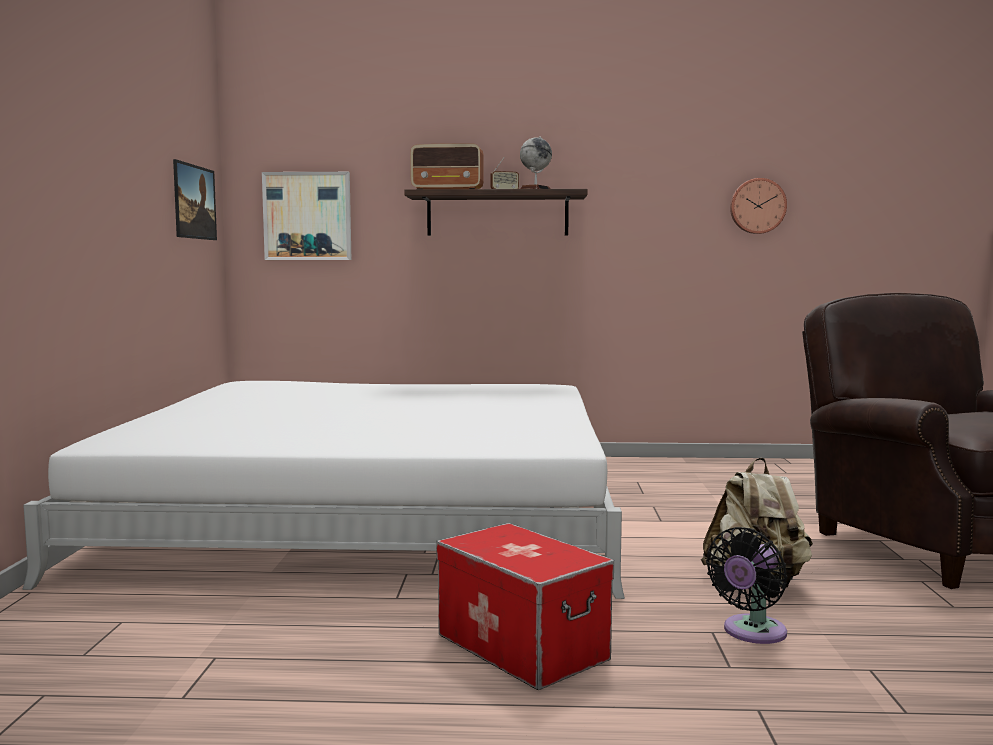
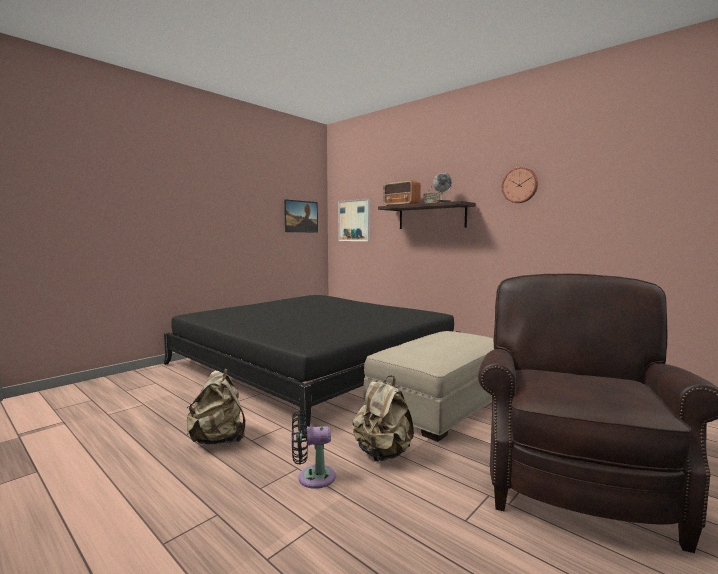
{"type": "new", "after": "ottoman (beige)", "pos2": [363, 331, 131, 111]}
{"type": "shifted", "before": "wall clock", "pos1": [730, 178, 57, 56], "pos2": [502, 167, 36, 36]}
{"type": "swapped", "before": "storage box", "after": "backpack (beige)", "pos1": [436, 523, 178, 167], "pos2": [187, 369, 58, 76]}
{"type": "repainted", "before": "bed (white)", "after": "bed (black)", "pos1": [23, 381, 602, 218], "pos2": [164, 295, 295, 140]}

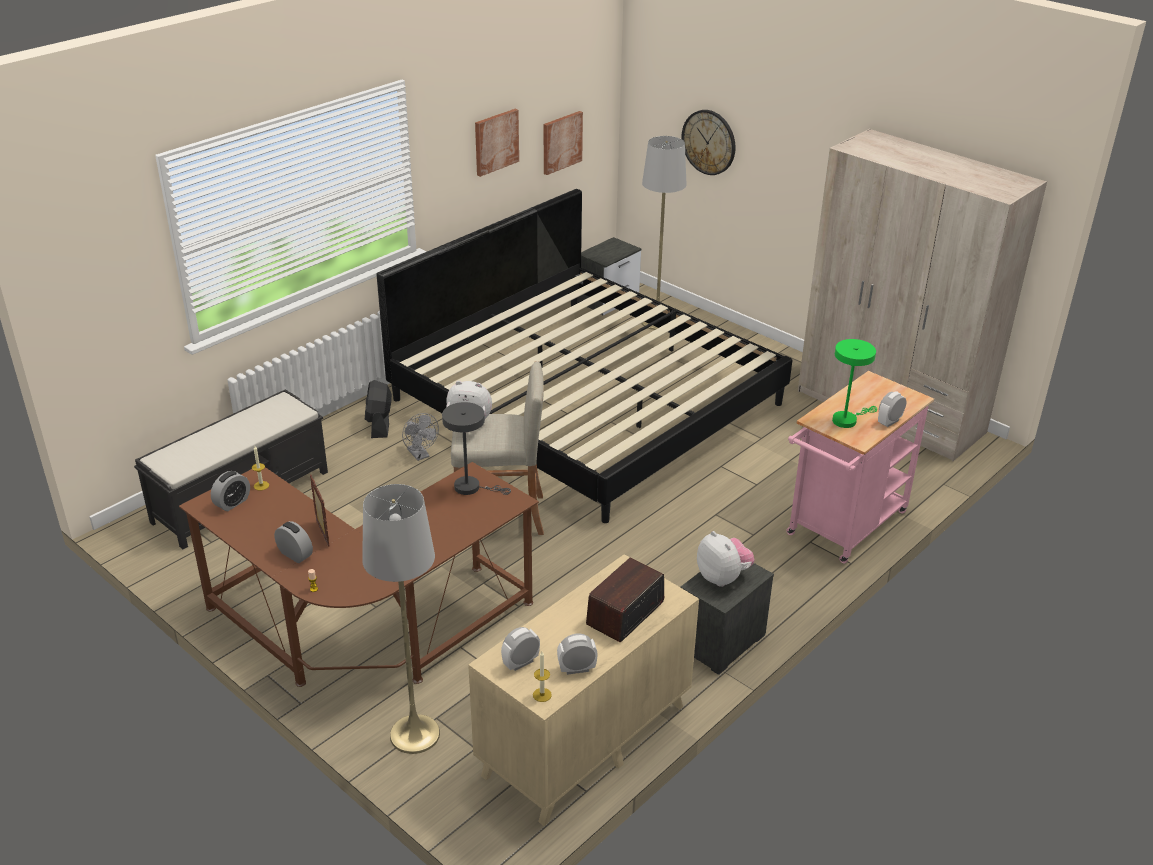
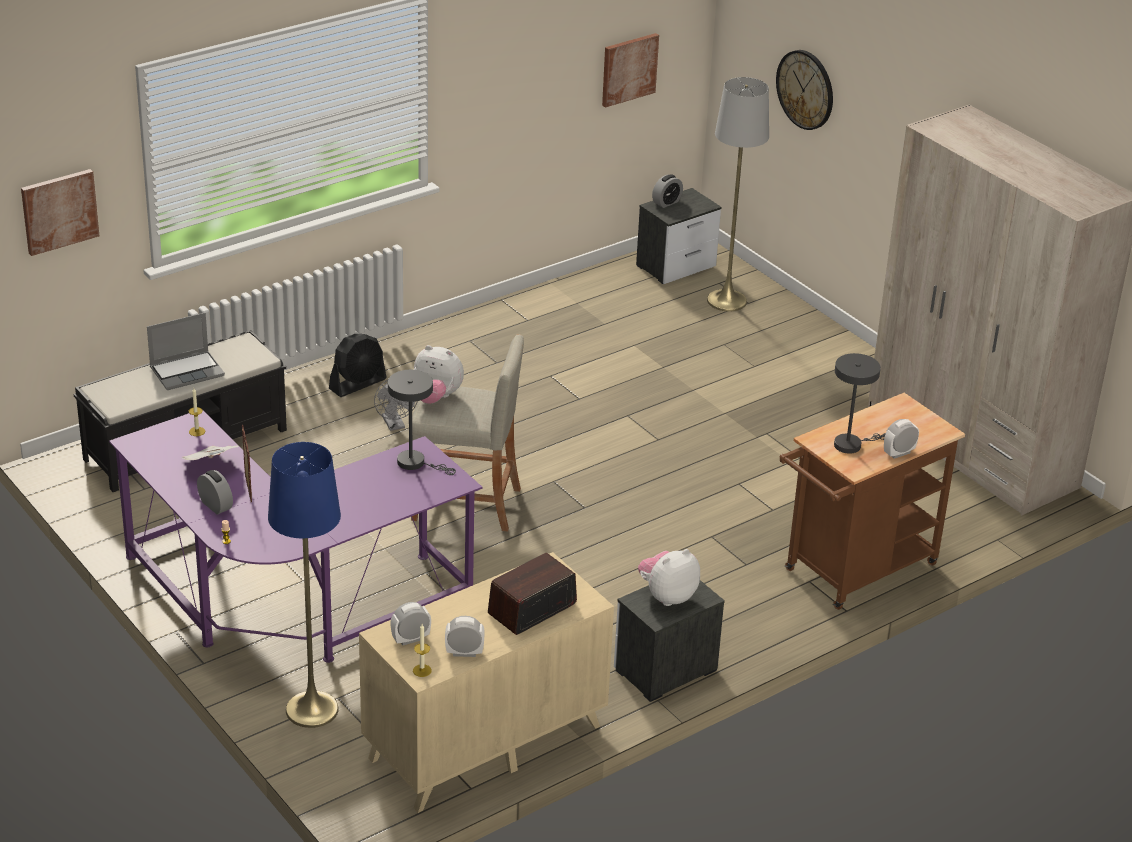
{"type": "gone", "before": "bed", "pos1": [377, 189, 415, 334]}
{"type": "new", "after": "laptop", "pos2": [147, 313, 78, 77]}
{"type": "new", "after": "newspaper", "pos2": [183, 446, 56, 14]}
{"type": "shifted", "before": "alarm clock", "pos1": [211, 471, 39, 40], "pos2": [652, 174, 31, 34]}
{"type": "shifted", "before": "picture", "pos1": [475, 109, 44, 68], "pos2": [21, 169, 78, 87]}
{"type": "repainted", "before": "desk (brown)", "after": "desk (purple)", "pos1": [179, 462, 360, 225], "pos2": [109, 411, 373, 252]}
{"type": "repainted", "before": "floor lamp (grey)", "after": "floor lamp (blue)", "pos1": [362, 484, 78, 270], "pos2": [268, 442, 73, 286]}
{"type": "repainted", "before": "cart (pink)", "after": "cart (brown)", "pos1": [786, 371, 148, 192], "pos2": [780, 393, 185, 217]}
{"type": "repainted", "before": "table lamp (green)", "after": "table lamp (grey)", "pos1": [832, 339, 45, 89], "pos2": [834, 353, 52, 101]}
{"type": "rotated", "before": "fan (black)", "pos1": [365, 380, 27, 58], "pos2": [329, 334, 58, 63], "turn": -135}
{"type": "rotated", "before": "plush toy", "pos1": [697, 531, 58, 56], "pos2": [638, 549, 62, 57], "turn": -105}

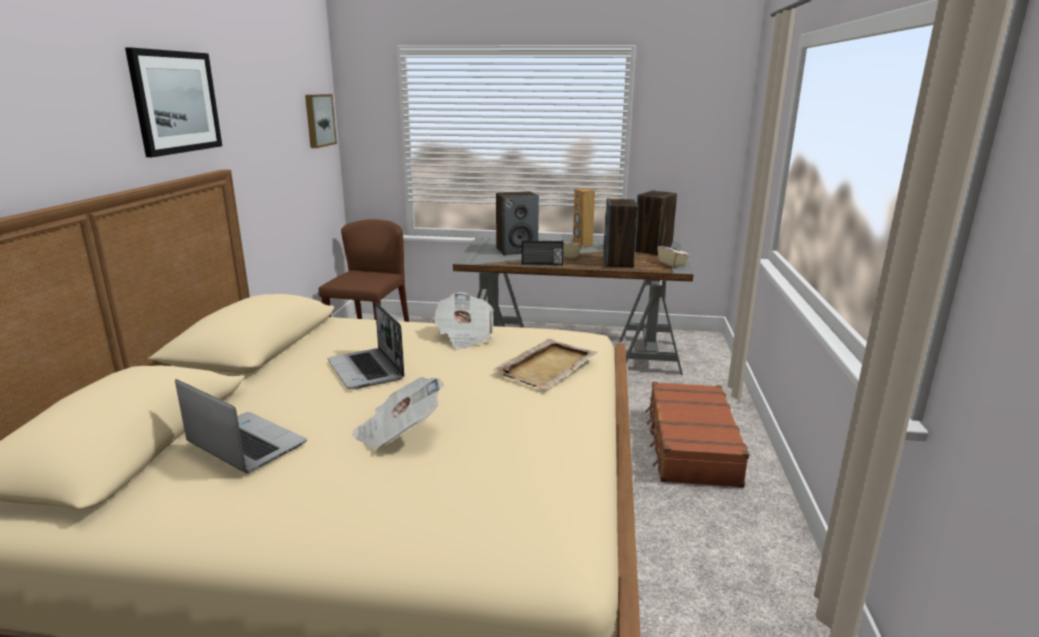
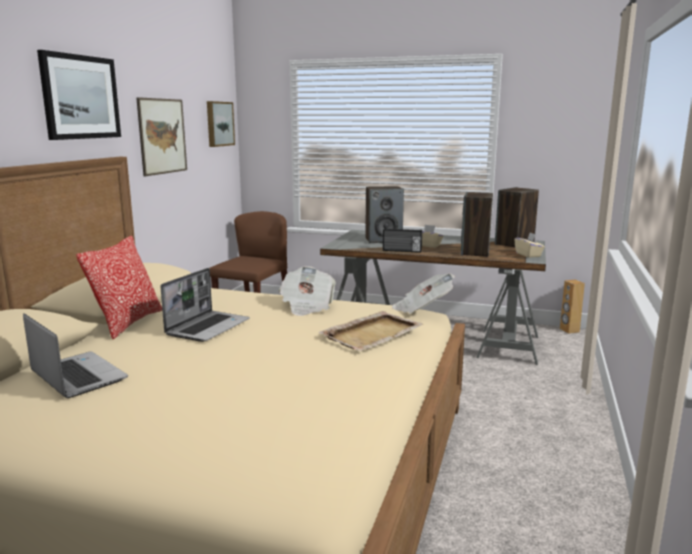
{"type": "gone", "before": "suitcase (brown)", "pos1": [645, 382, 104, 106]}
{"type": "new", "after": "pillow", "pos2": [76, 236, 86, 103]}
{"type": "new", "after": "picture", "pos2": [136, 97, 51, 79]}
{"type": "shifted", "before": "newspaper", "pos1": [352, 377, 92, 74], "pos2": [392, 274, 63, 40]}
{"type": "shifted", "before": "speaker (brown)", "pos1": [573, 188, 22, 60], "pos2": [560, 280, 25, 54]}
{"type": "rotated", "before": "laptop", "pos1": [328, 302, 76, 87], "pos2": [161, 268, 89, 74], "turn": -135}

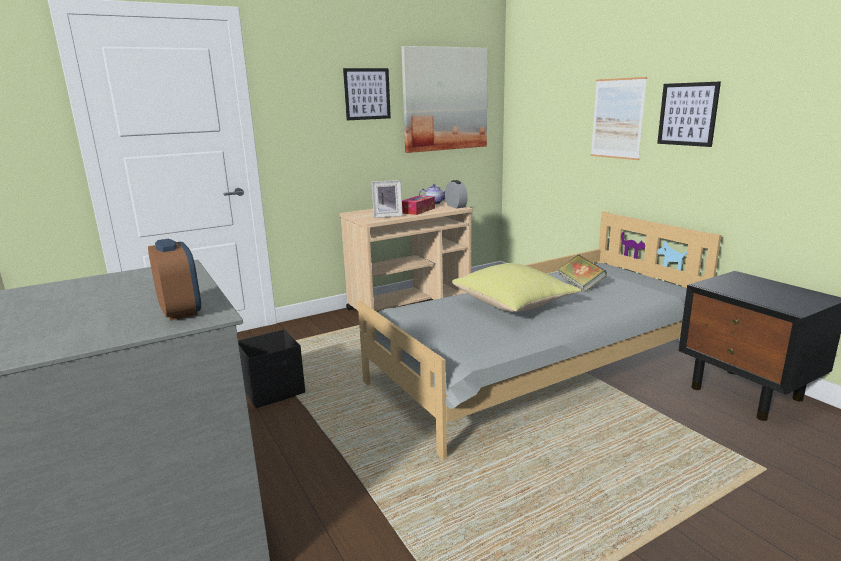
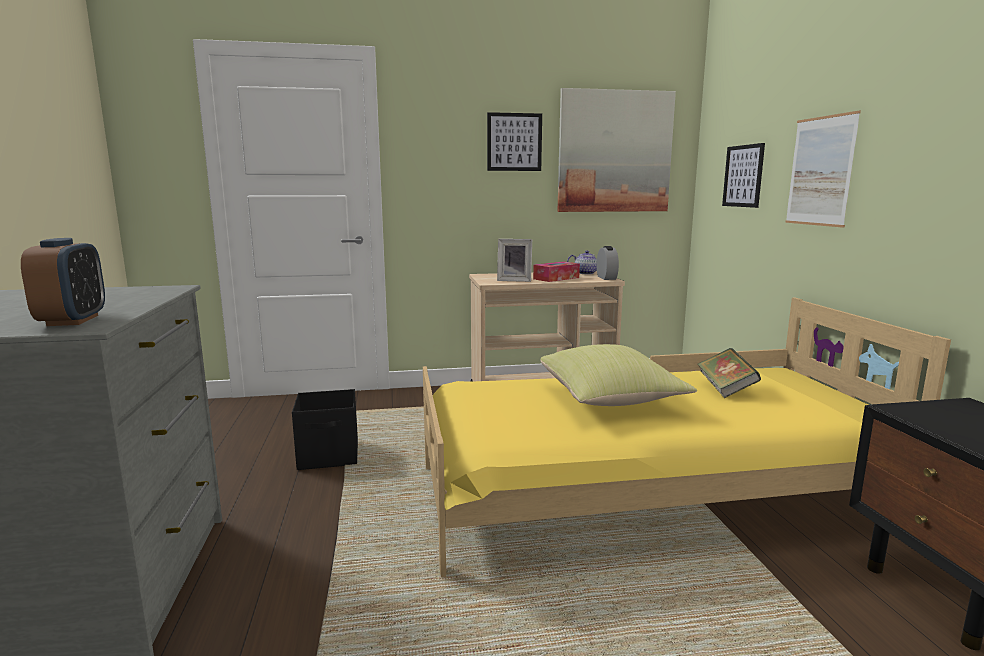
{"type": "shifted", "before": "picture", "pos1": [657, 81, 64, 66], "pos2": [722, 143, 43, 65]}
{"type": "repainted", "before": "bed (grey)", "after": "bed (yellow)", "pos1": [358, 211, 363, 249], "pos2": [423, 298, 528, 279]}

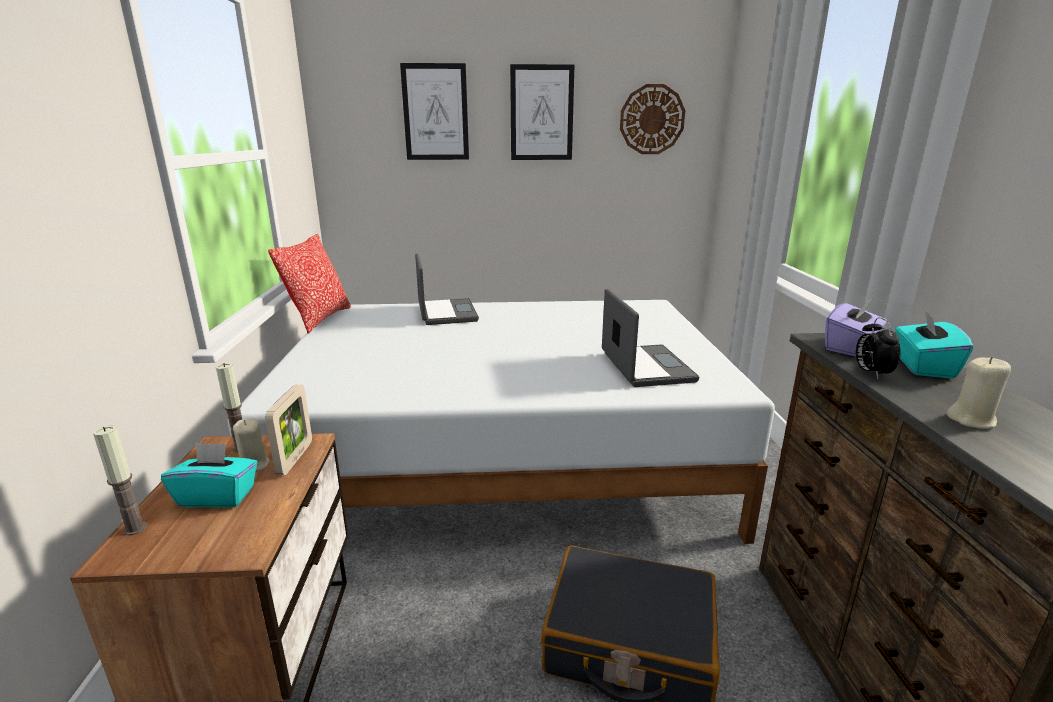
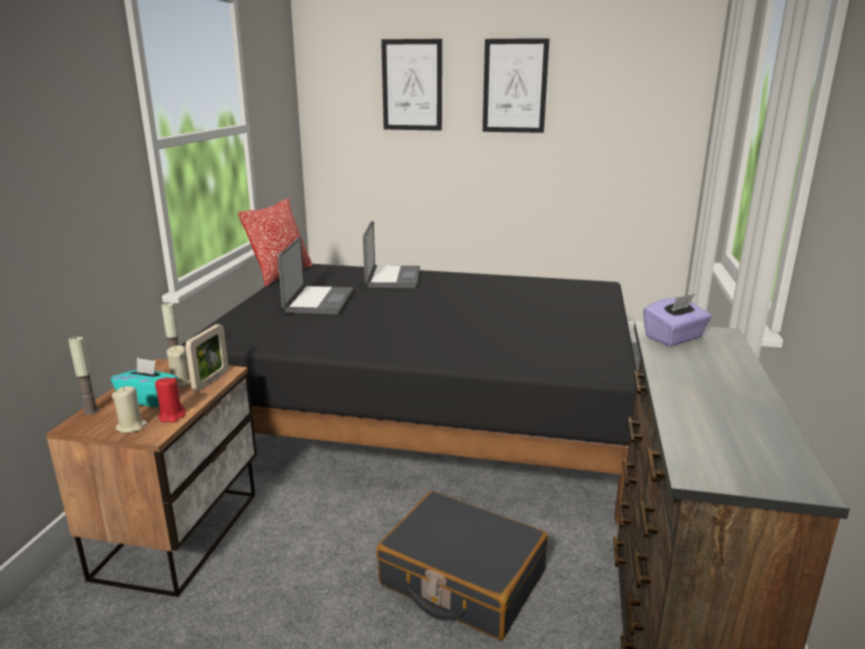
{"type": "gone", "before": "wall clock", "pos1": [620, 84, 65, 70]}
{"type": "gone", "before": "alarm clock", "pos1": [856, 317, 45, 62]}
{"type": "gone", "before": "tissue box (turquoise)", "pos1": [895, 310, 78, 69]}
{"type": "new", "after": "candle (red)", "pos2": [155, 377, 31, 46]}
{"type": "shifted", "before": "laptop", "pos1": [602, 289, 97, 98], "pos2": [277, 237, 77, 78]}
{"type": "shifted", "before": "candle (beige)", "pos1": [946, 357, 65, 72], "pos2": [112, 386, 35, 47]}
{"type": "repainted", "before": "bed (white)", "after": "bed (black)", "pos1": [228, 300, 547, 244], "pos2": [181, 264, 456, 260]}

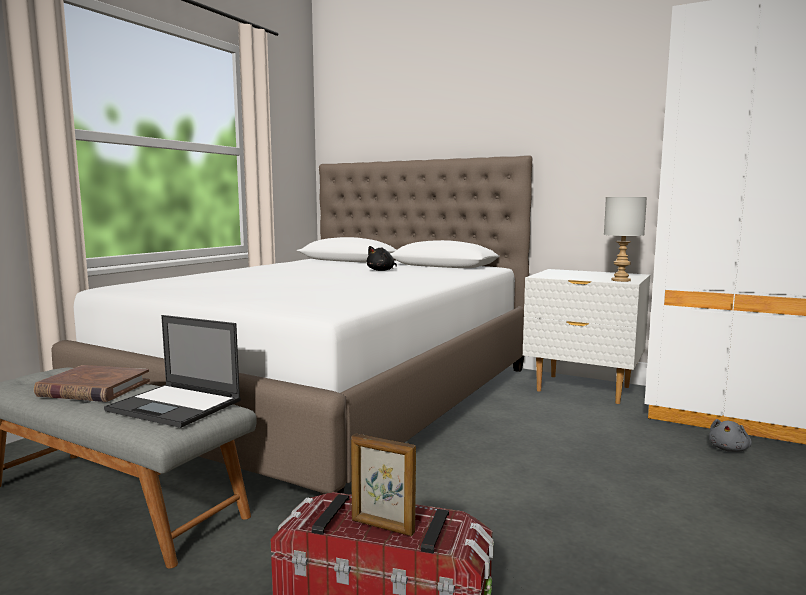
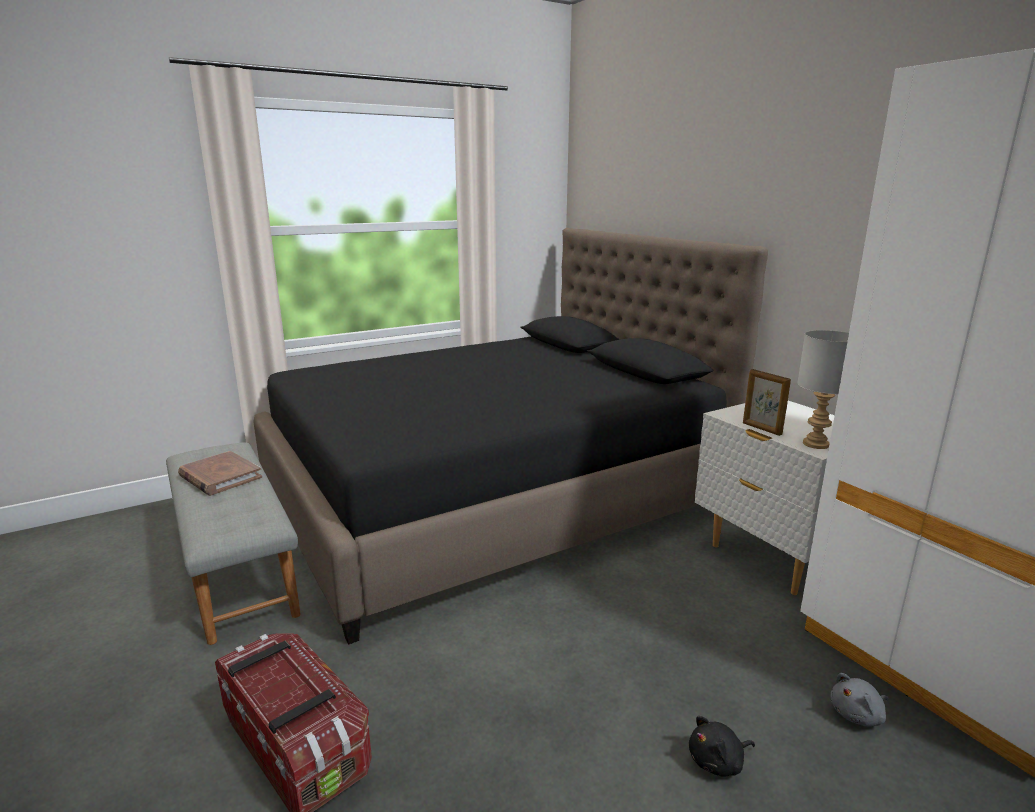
{"type": "gone", "before": "laptop", "pos1": [104, 315, 137, 113]}
{"type": "shifted", "before": "picture frame", "pos1": [351, 433, 65, 103], "pos2": [743, 369, 48, 67]}
{"type": "shifted", "before": "plush toy (black)", "pos1": [367, 246, 30, 25], "pos2": [689, 716, 66, 61]}
{"type": "repainted", "before": "bed (white)", "after": "bed (black)", "pos1": [52, 155, 481, 340], "pos2": [253, 228, 515, 417]}

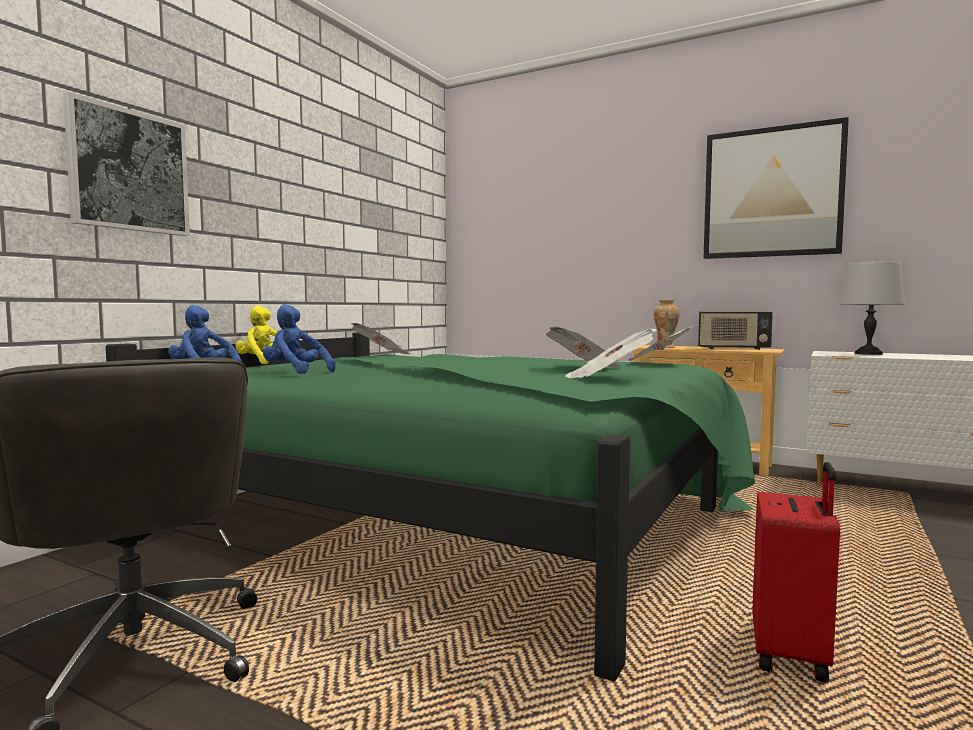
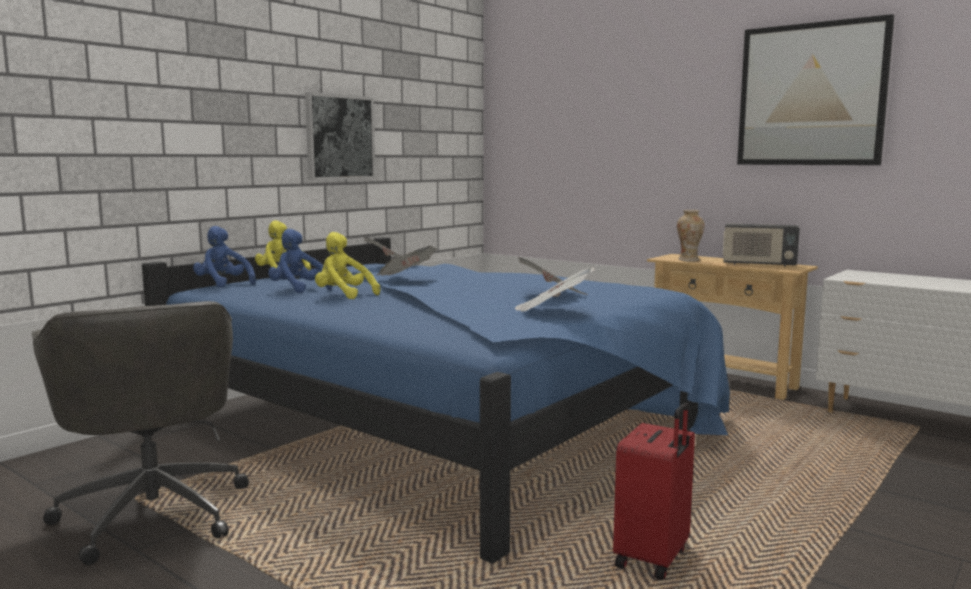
{"type": "gone", "before": "table lamp (grey)", "pos1": [839, 261, 66, 94]}
{"type": "new", "after": "plush toy (yellow)", "pos2": [315, 232, 65, 67]}
{"type": "shifted", "before": "picture", "pos1": [63, 92, 127, 144], "pos2": [305, 92, 71, 88]}
{"type": "shifted", "before": "newspaper", "pos1": [628, 325, 67, 37], "pos2": [376, 245, 61, 31]}
{"type": "repainted", "before": "bed (green)", "after": "bed (blue)", "pos1": [106, 332, 649, 349], "pos2": [142, 237, 588, 326]}

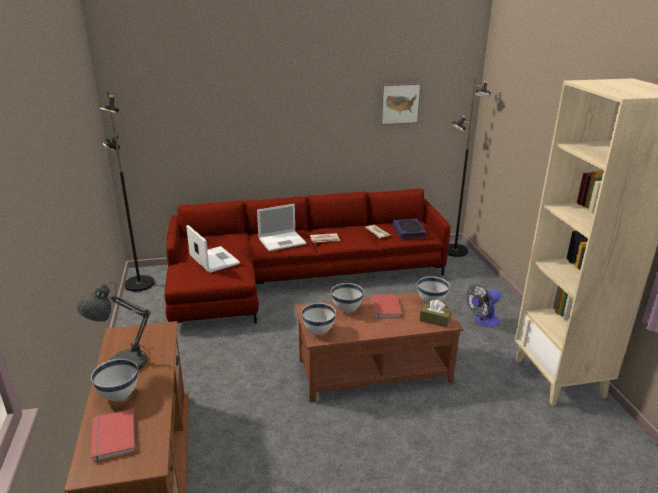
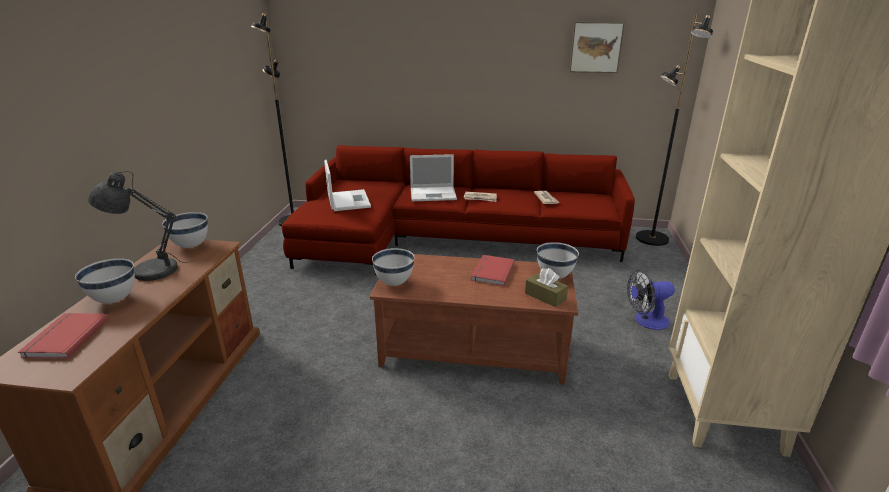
{"type": "gone", "before": "book", "pos1": [393, 219, 34, 20]}
{"type": "shifted", "before": "bowl (white)", "pos1": [331, 283, 33, 29], "pos2": [162, 212, 46, 36]}

